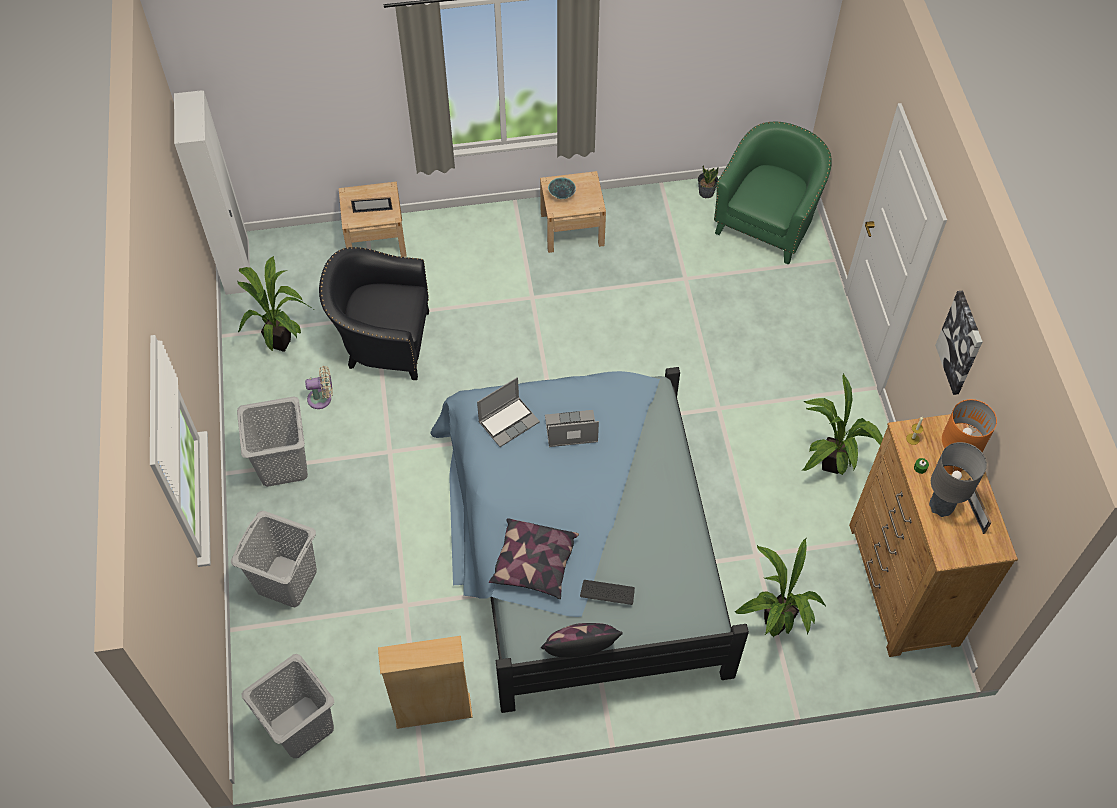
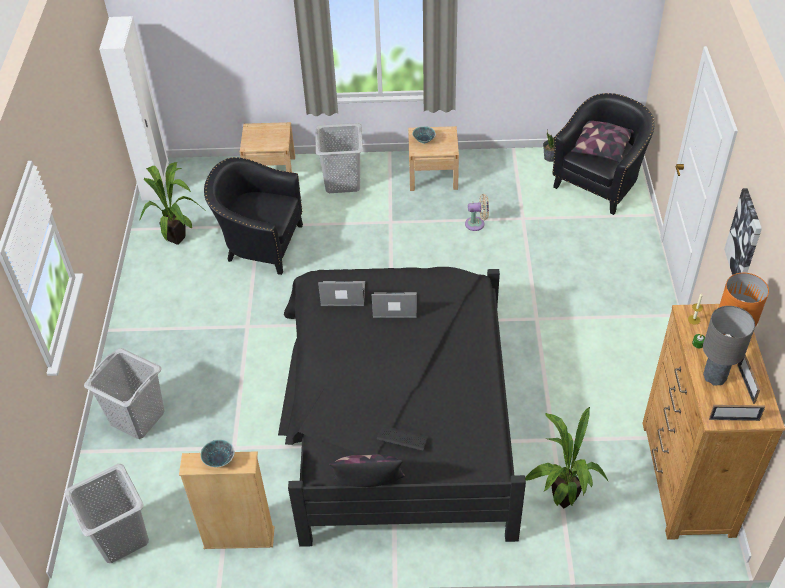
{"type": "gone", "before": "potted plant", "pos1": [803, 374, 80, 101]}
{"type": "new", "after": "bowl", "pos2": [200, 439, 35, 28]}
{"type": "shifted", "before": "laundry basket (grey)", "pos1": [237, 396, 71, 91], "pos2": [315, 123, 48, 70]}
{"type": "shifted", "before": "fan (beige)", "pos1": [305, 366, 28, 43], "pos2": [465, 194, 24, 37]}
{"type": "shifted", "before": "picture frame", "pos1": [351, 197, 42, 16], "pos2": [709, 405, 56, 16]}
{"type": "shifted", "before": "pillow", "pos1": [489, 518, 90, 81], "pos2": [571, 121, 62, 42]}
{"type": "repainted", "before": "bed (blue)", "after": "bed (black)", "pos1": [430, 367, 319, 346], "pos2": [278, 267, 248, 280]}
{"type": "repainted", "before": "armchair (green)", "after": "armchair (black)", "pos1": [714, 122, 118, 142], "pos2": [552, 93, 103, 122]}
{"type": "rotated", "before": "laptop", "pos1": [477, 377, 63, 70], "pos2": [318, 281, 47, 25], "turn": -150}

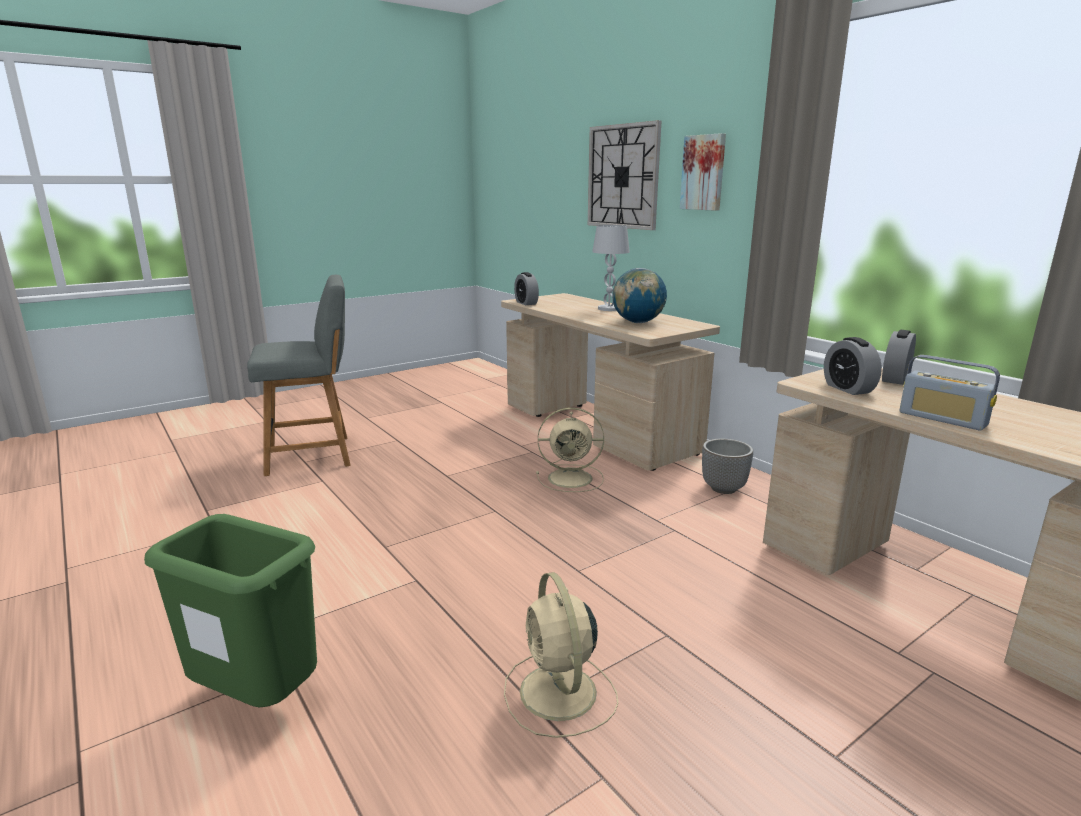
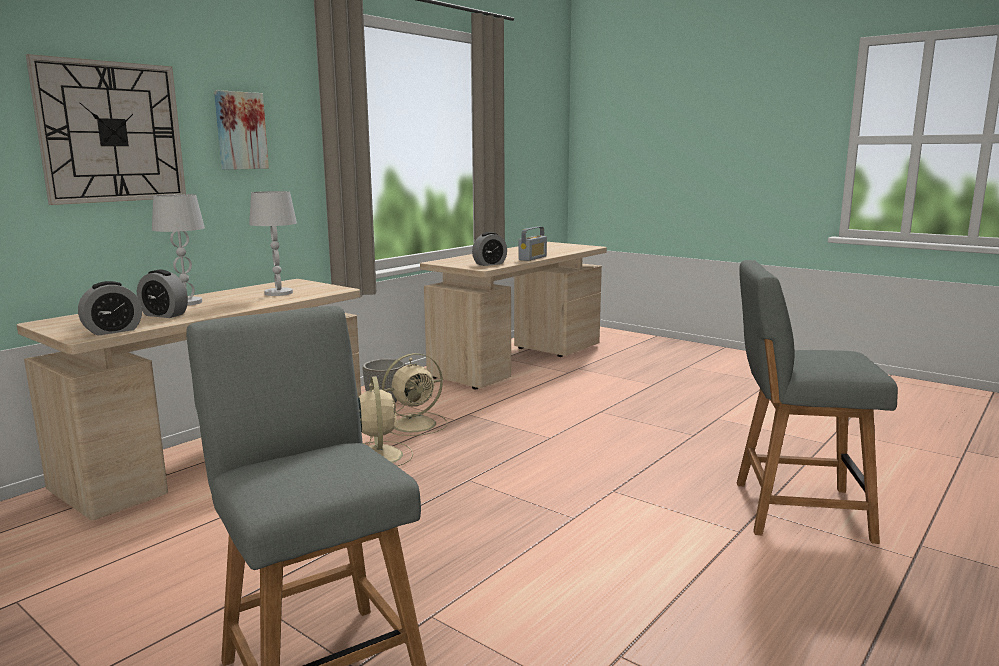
{"type": "shifted", "before": "fan (beige)", "pos1": [504, 572, 114, 166], "pos2": [382, 353, 65, 83]}
{"type": "shifted", "before": "alarm clock", "pos1": [882, 330, 34, 55], "pos2": [137, 270, 51, 48]}
{"type": "swapped", "before": "trash can (green)", "after": "chair (grey)", "pos1": [144, 514, 173, 194], "pos2": [737, 260, 161, 284]}
{"type": "swapped", "before": "globe", "after": "table lamp (white)", "pos1": [612, 268, 55, 55], "pos2": [249, 191, 48, 105]}

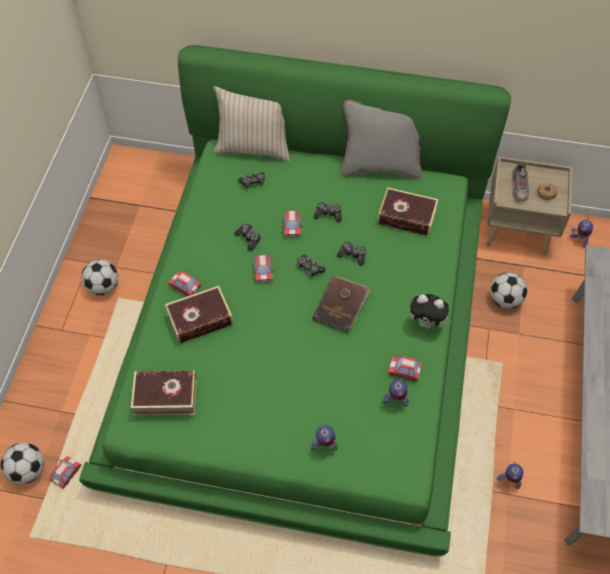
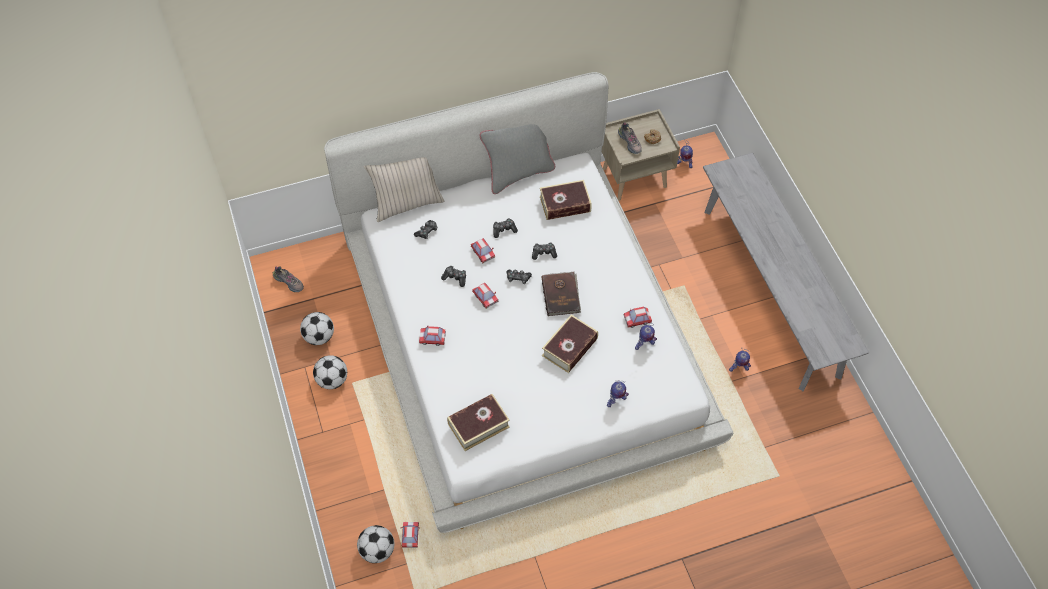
{"type": "gone", "before": "plush toy", "pos1": [410, 294, 42, 35]}
{"type": "new", "after": "shoe", "pos2": [273, 266, 31, 26]}
{"type": "shifted", "before": "book", "pos1": [165, 286, 68, 58], "pos2": [542, 315, 56, 58]}
{"type": "shifted", "before": "football", "pos1": [490, 272, 37, 37], "pos2": [300, 312, 34, 33]}
{"type": "repainted", "before": "bed (green)", "after": "bed (white)", "pos1": [79, 45, 432, 511], "pos2": [324, 72, 409, 461]}

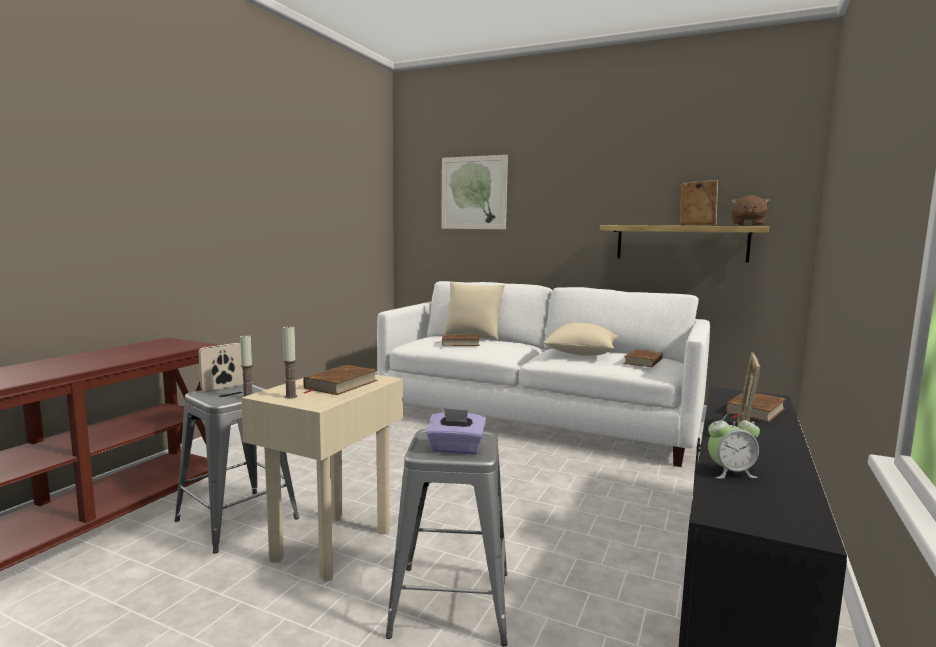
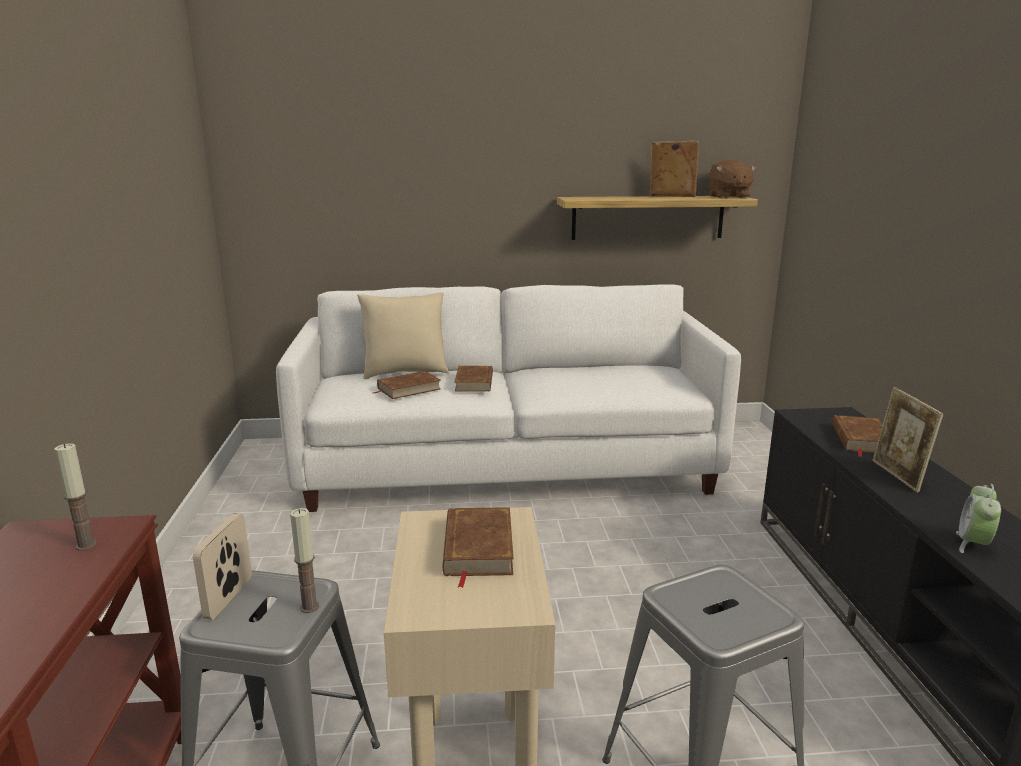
{"type": "gone", "before": "tissue box (purple)", "pos1": [426, 408, 60, 47]}
{"type": "gone", "before": "picture", "pos1": [441, 155, 67, 74]}
{"type": "gone", "before": "pillow (beige)", "pos1": [543, 322, 75, 34]}
{"type": "shifted", "before": "candle", "pos1": [283, 325, 14, 74], "pos2": [55, 443, 42, 107]}
{"type": "shifted", "before": "book (brown)", "pos1": [623, 349, 40, 18], "pos2": [454, 366, 39, 26]}
{"type": "rotated", "before": "alarm clock", "pos1": [708, 412, 52, 67], "pos2": [956, 484, 45, 69], "turn": 150}

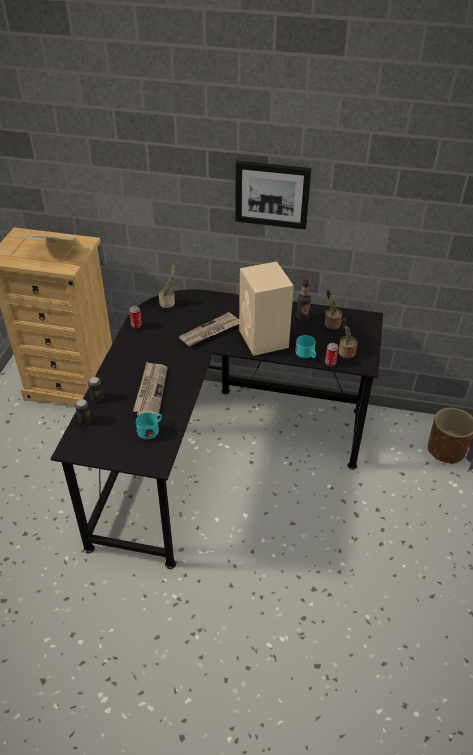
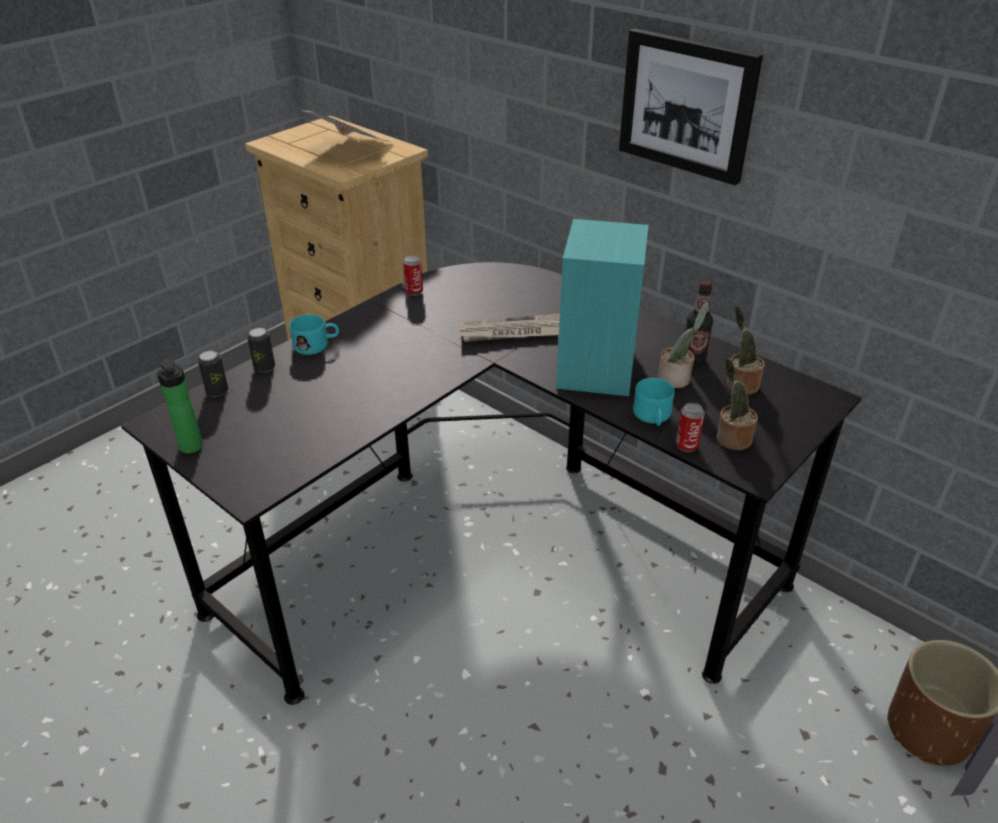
{"type": "gone", "before": "newspaper", "pos1": [133, 362, 35, 54]}
{"type": "new", "after": "bottle", "pos2": [157, 359, 46, 94]}
{"type": "shifted", "before": "mug (turquoise)", "pos1": [136, 413, 26, 26], "pos2": [289, 314, 50, 41]}
{"type": "shifted", "before": "potted plant", "pos1": [159, 264, 16, 44], "pos2": [658, 302, 51, 86]}
{"type": "repainted", "before": "speaker (beige)", "after": "speaker (turquoise)", "pos1": [239, 261, 55, 95], "pos2": [556, 219, 93, 177]}

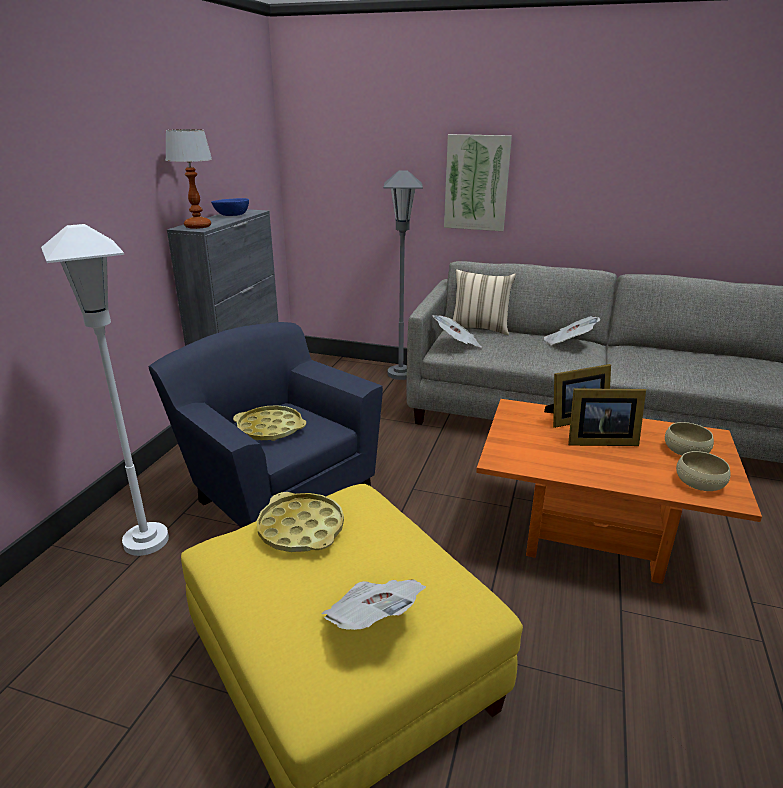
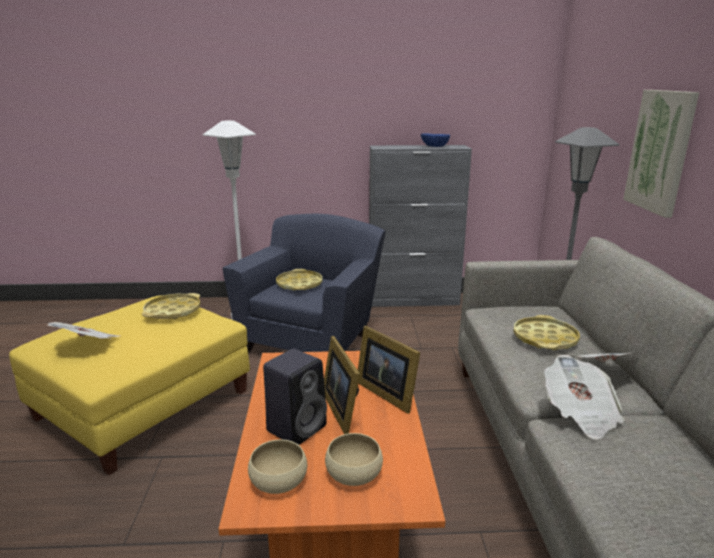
{"type": "gone", "before": "table lamp", "pos1": [166, 129, 46, 100]}
{"type": "gone", "before": "pillow (beige)", "pos1": [452, 269, 64, 66]}
{"type": "new", "after": "speaker (black)", "pos2": [263, 349, 64, 96]}
{"type": "new", "after": "tray (yellow)", "pos2": [514, 315, 66, 35]}
{"type": "shifted", "before": "newspaper", "pos1": [432, 315, 50, 33], "pos2": [544, 355, 81, 85]}

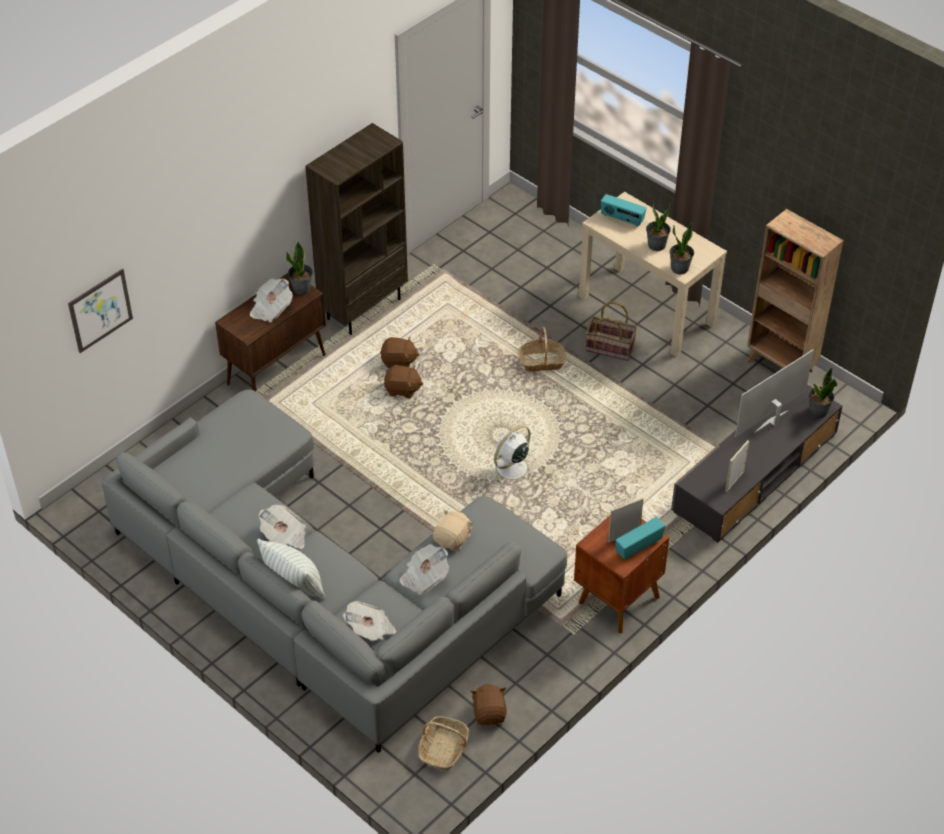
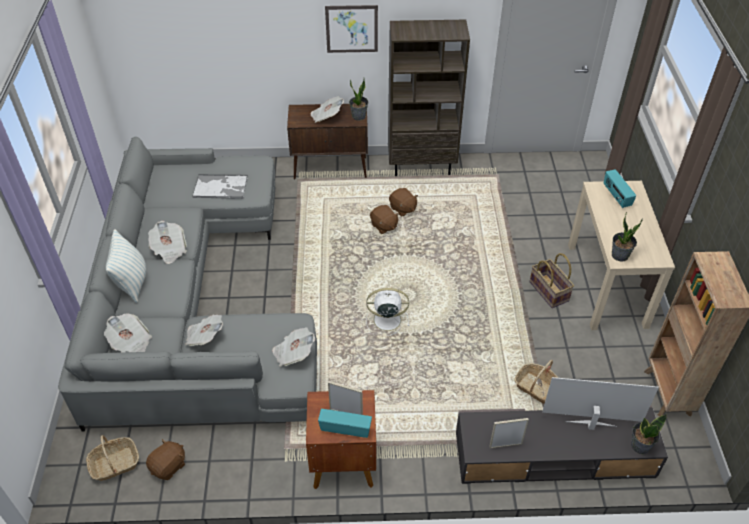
{"type": "gone", "before": "plush toy (beige)", "pos1": [433, 509, 40, 43]}
{"type": "gone", "before": "potted plant", "pos1": [646, 200, 25, 51]}
{"type": "new", "after": "tray", "pos2": [192, 174, 56, 25]}
{"type": "new", "after": "newspaper", "pos2": [272, 327, 43, 40]}
{"type": "shifted", "before": "picture", "pos1": [68, 269, 65, 84], "pos2": [325, 5, 53, 48]}
{"type": "shifted", "before": "basket", "pos1": [518, 327, 49, 45], "pos2": [514, 360, 44, 44]}

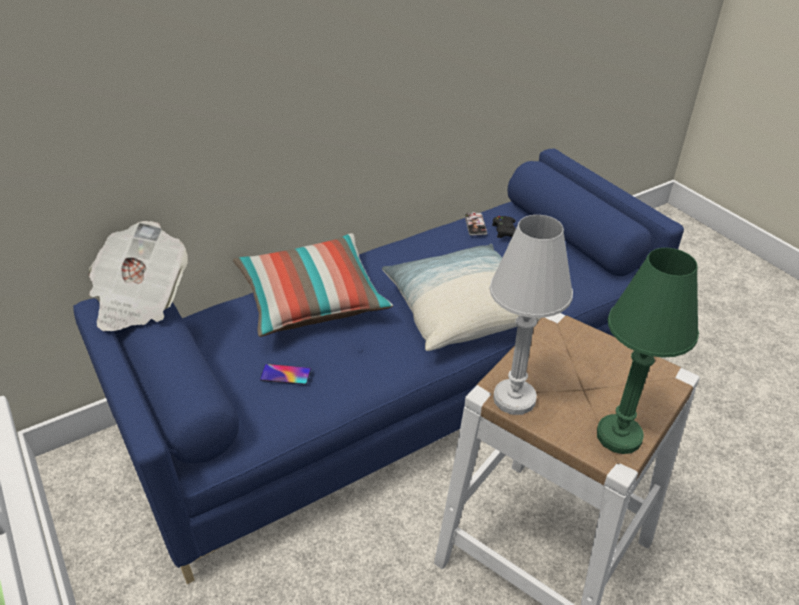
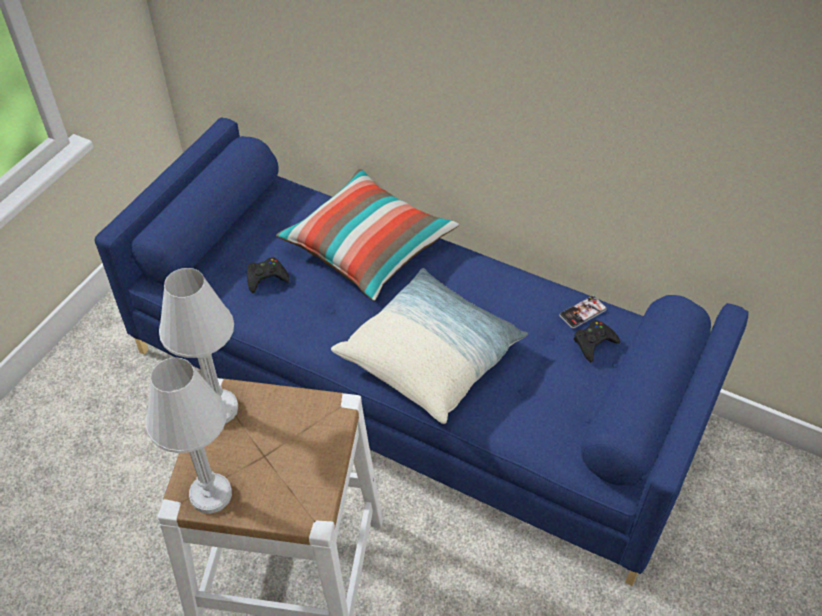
{"type": "gone", "before": "newspaper", "pos1": [89, 221, 99, 110]}
{"type": "swapped", "before": "phone", "after": "game controller (black)", "pos1": [260, 364, 51, 21], "pos2": [247, 257, 42, 36]}
{"type": "repainted", "before": "table lamp (green)", "after": "table lamp (white)", "pos1": [597, 248, 102, 206], "pos2": [146, 357, 86, 157]}

